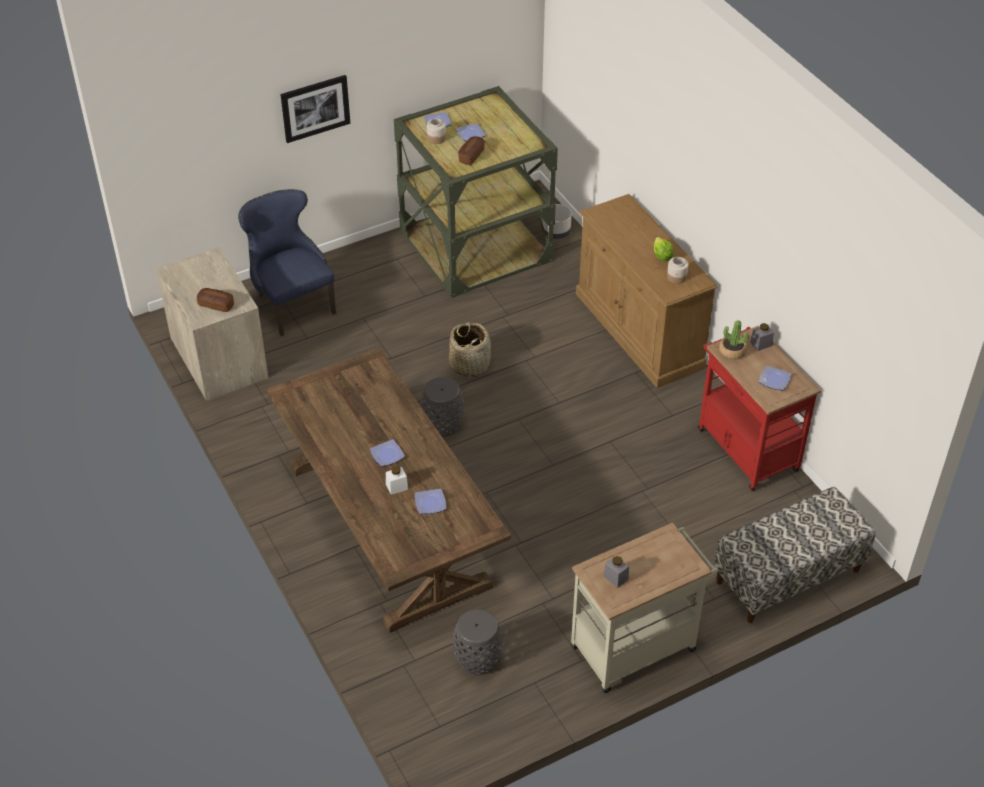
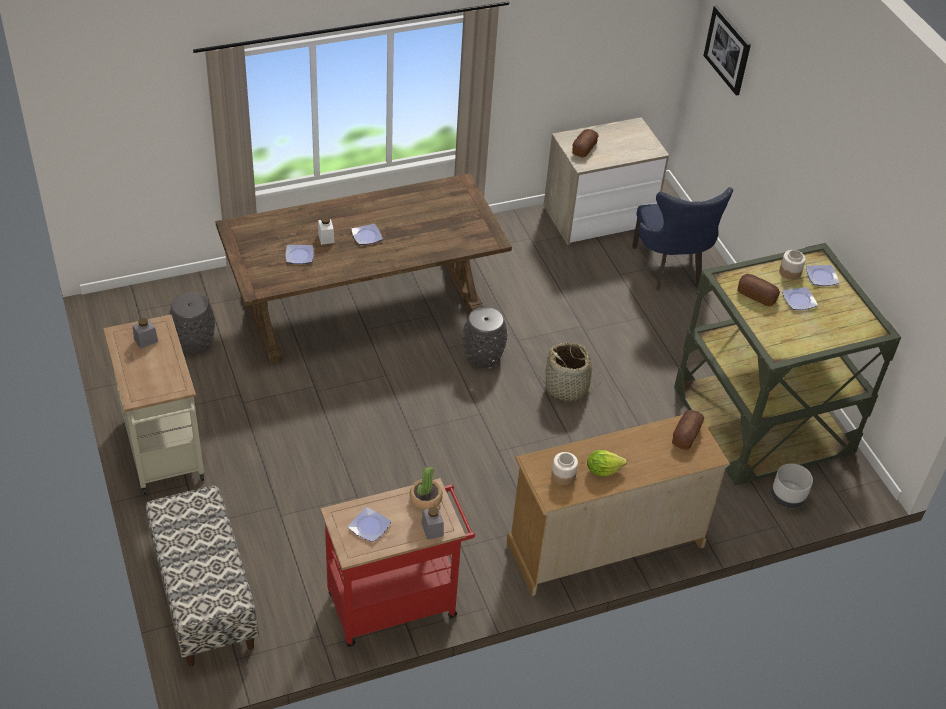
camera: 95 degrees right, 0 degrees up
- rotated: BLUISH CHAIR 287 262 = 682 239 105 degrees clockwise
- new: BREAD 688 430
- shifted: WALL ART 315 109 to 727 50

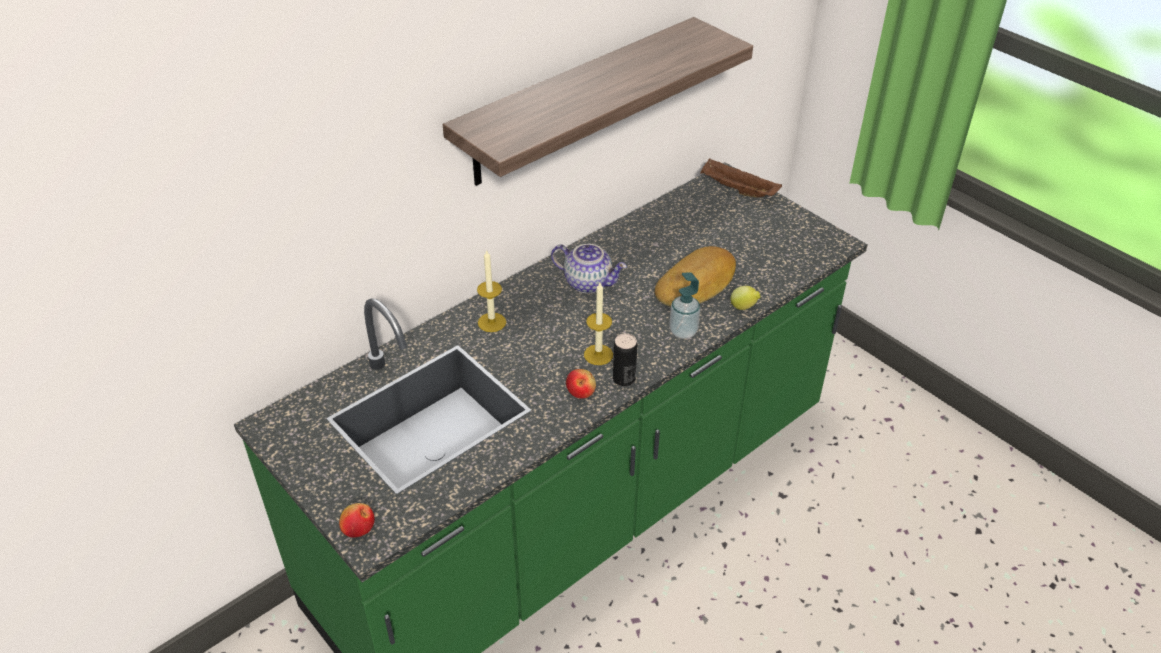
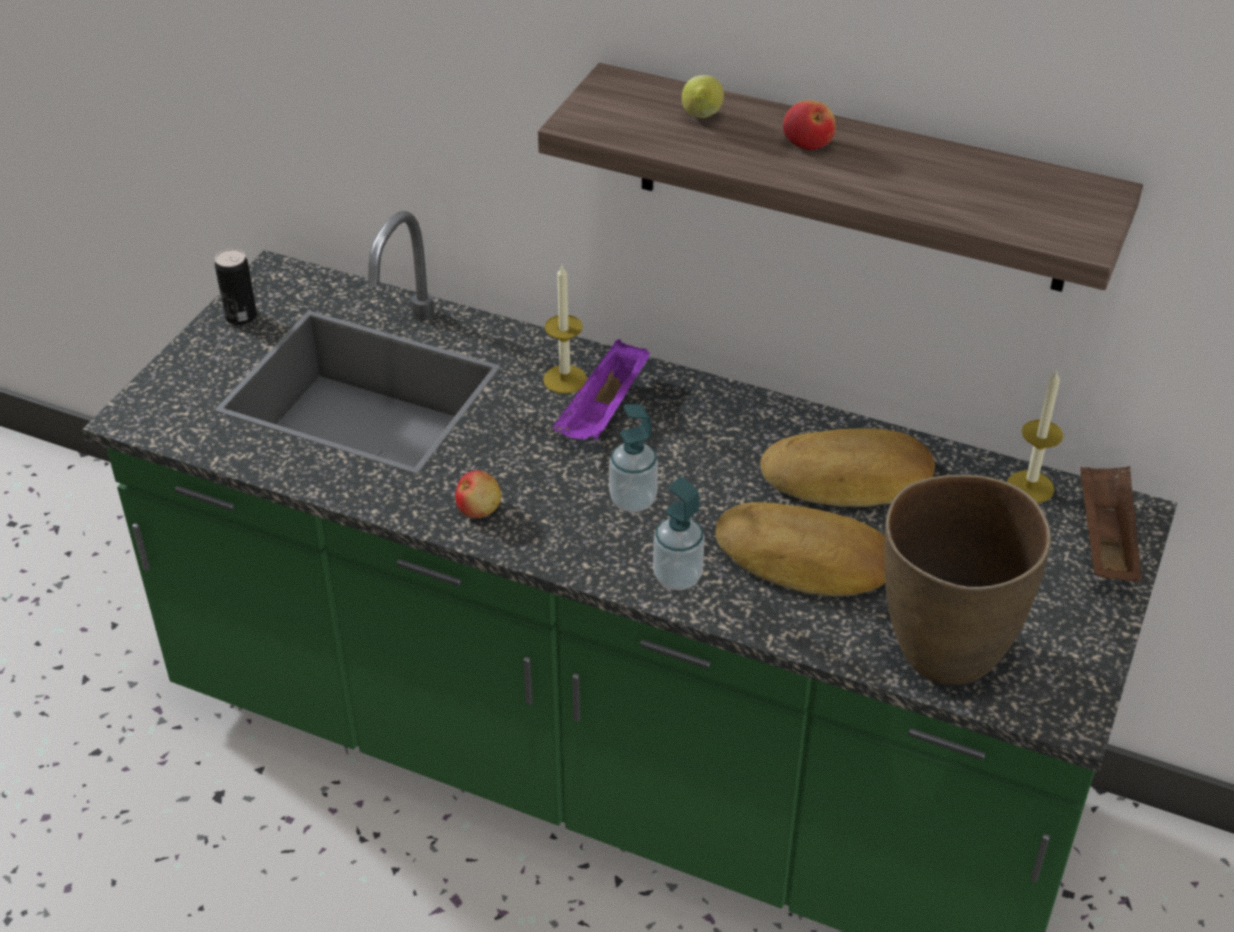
camera: 65 degrees right, 0 degrees up
- shifted: METAL CAN 625 359 to 236 287
- new: PURPLISH TRAY 601 389
- new: LIQUID SOAP BOTTLE 633 458
- shifted: WHOLE LEMON 746 298 to 703 96
- new: BREAD 847 467
- shifted: WHOLE APPLE 357 520 to 809 125
- new: BROWN-COLOURED FLOWER VASE 967 580
- shifted: CANDLE 598 324 to 1035 436
- gone: TEA POT 589 268

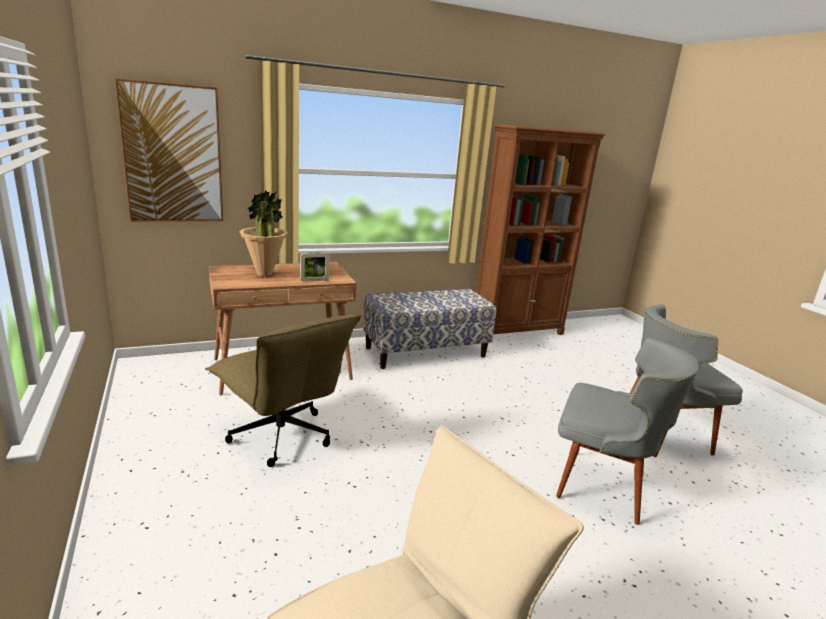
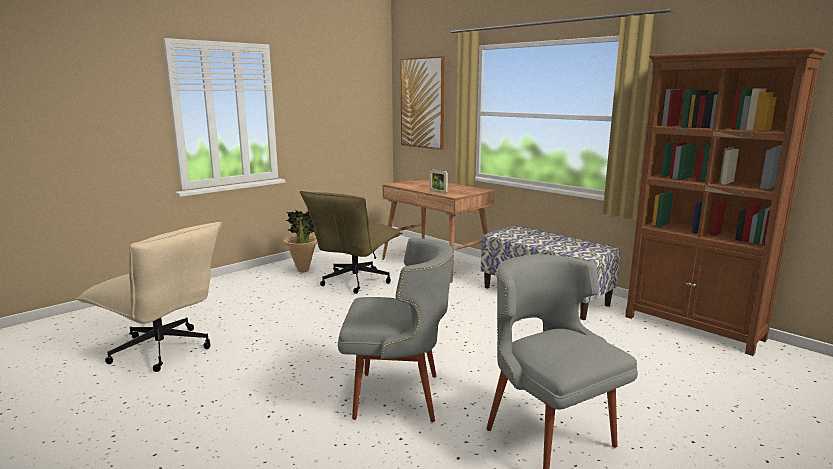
camera: 70 degrees right, 5 degrees down
- shifted: HOUSEPLANT 263 233 to 301 241
- rotated: GREYISH CHAIR 627 431 = 396 330 90 degrees counterclockwise

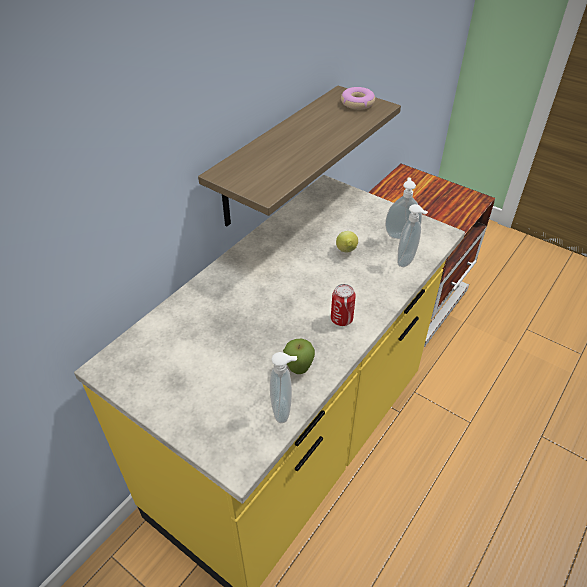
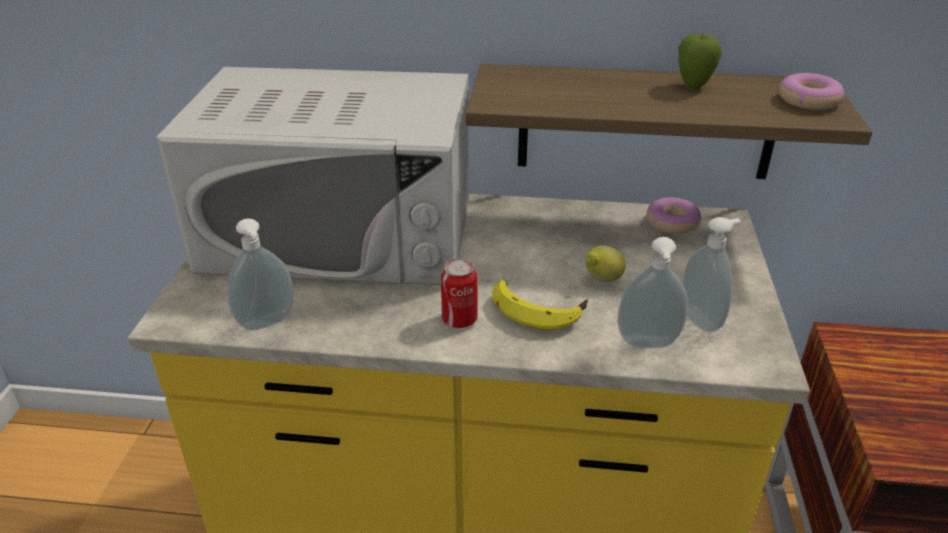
camera: 60 degrees right, 10 degrees down
- new: WHITE-COLOURED MICROWAVE 312 176
- new: BANANA 540 305
- new: DOUGHNUT 673 215
- shifted: WHOLE APPLE 299 356 to 700 61

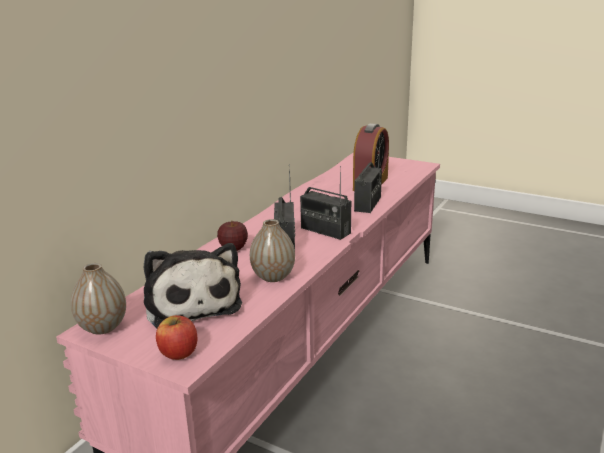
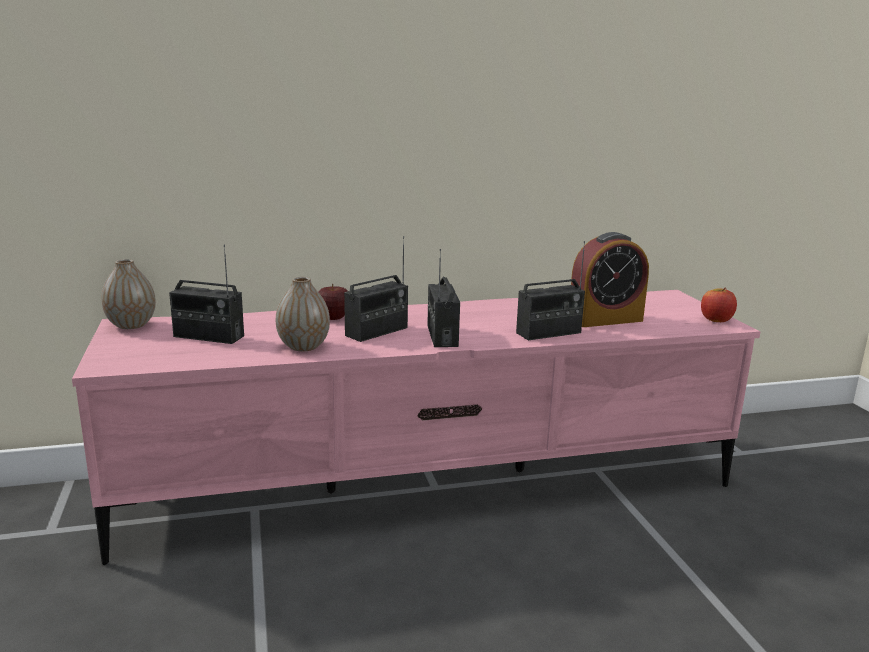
camera: 45 degrees right, 5 degrees down
- swapped: CUDDLY TOY 193 286 to RADIO RECEIVER 206 294
- shifted: WHOLE APPLE 176 337 to 719 304

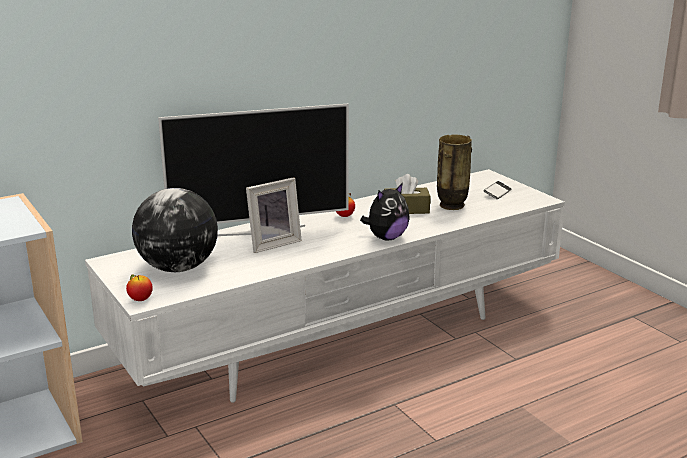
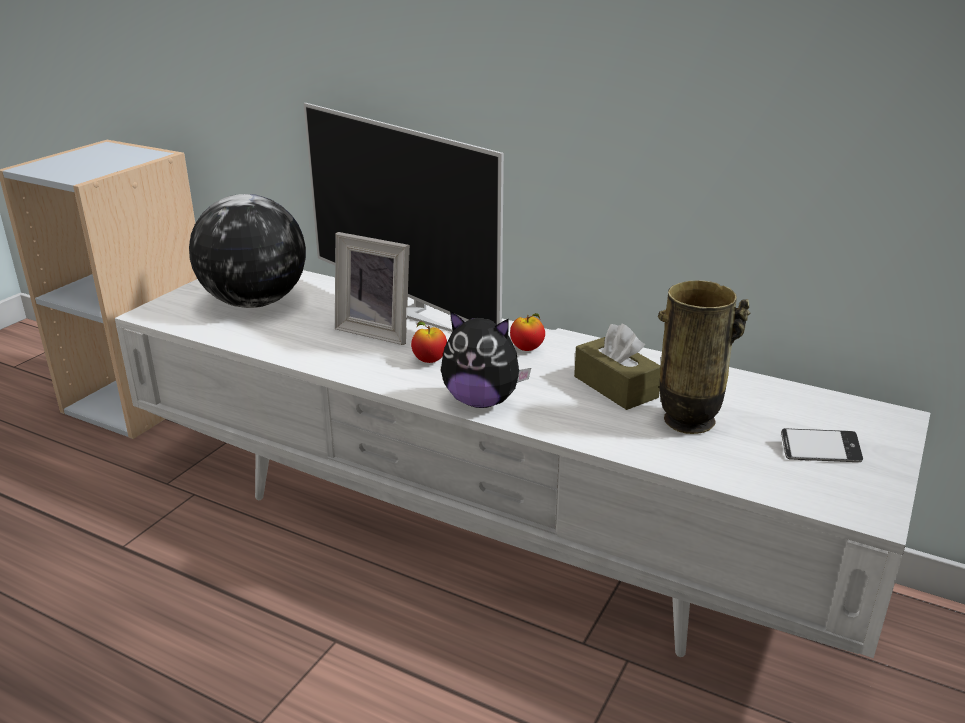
camera: 60 degrees right, 5 degrees up
- shifted: WHOLE APPLE 139 287 to 429 342

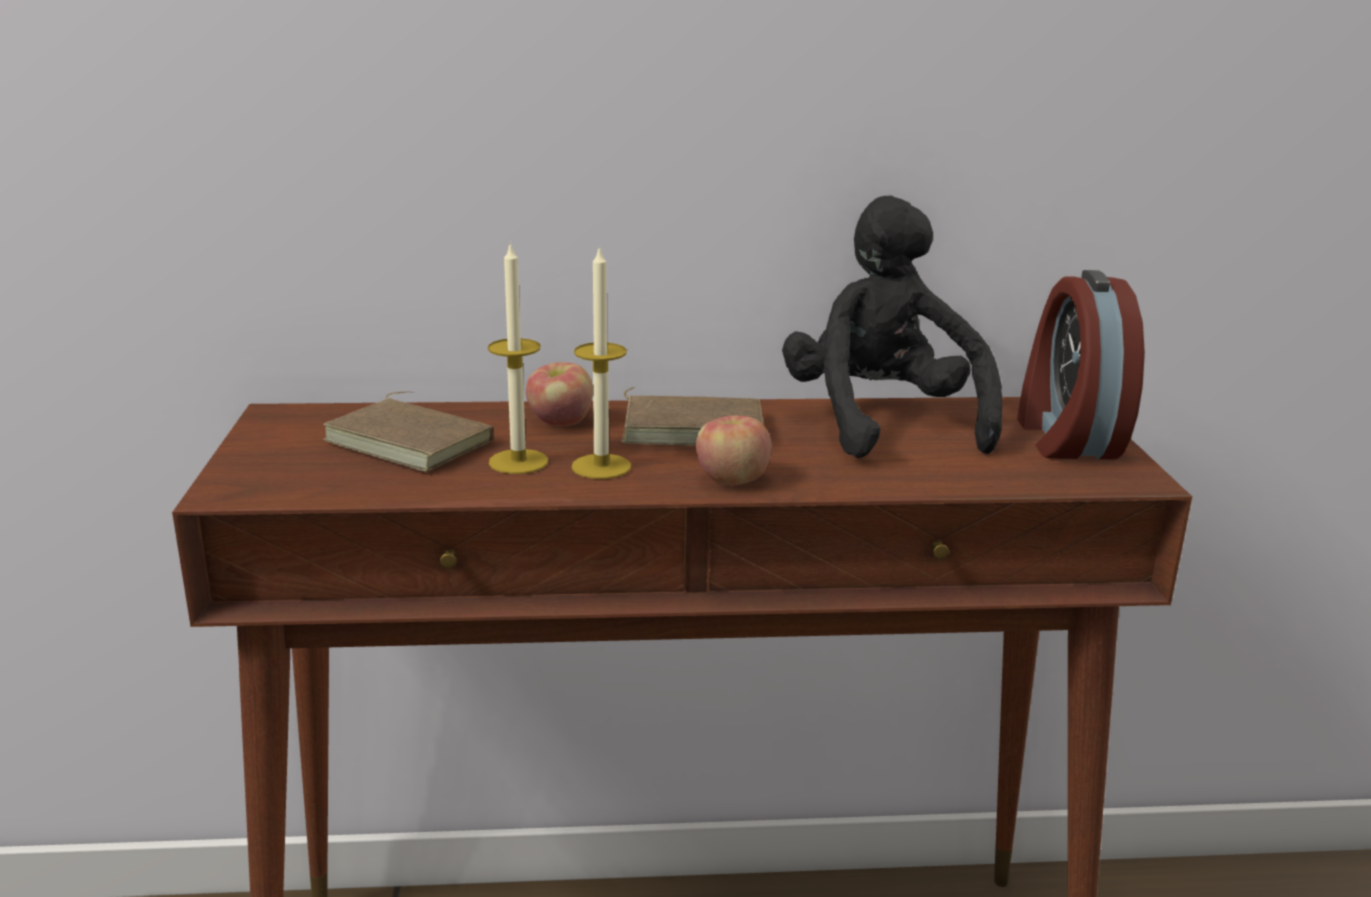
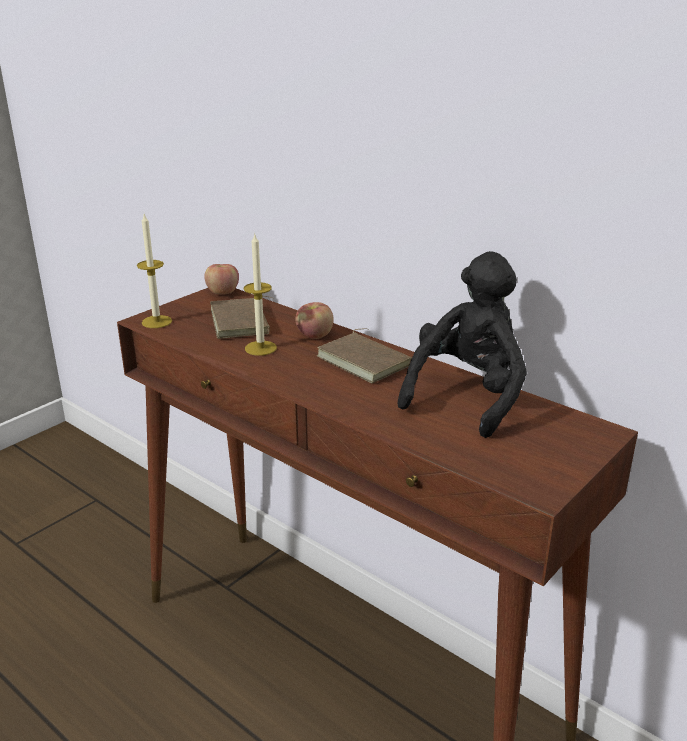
camera: 45 degrees right, 5 degrees up
- shifted: CANDLE 601 362 to 154 271
- shifted: WHOLE APPLE 734 451 to 221 279
- gone: ALARM CLOCK 1081 364

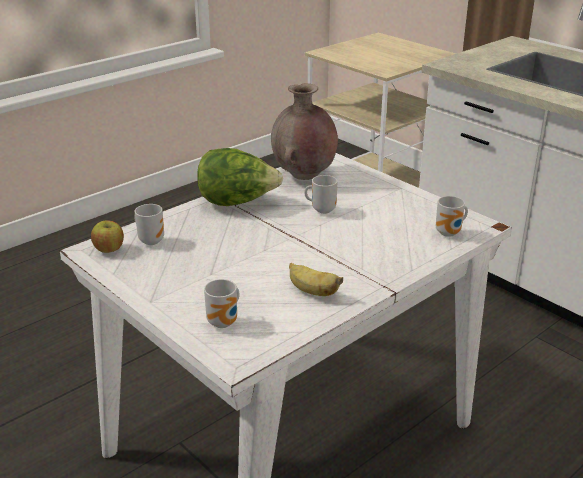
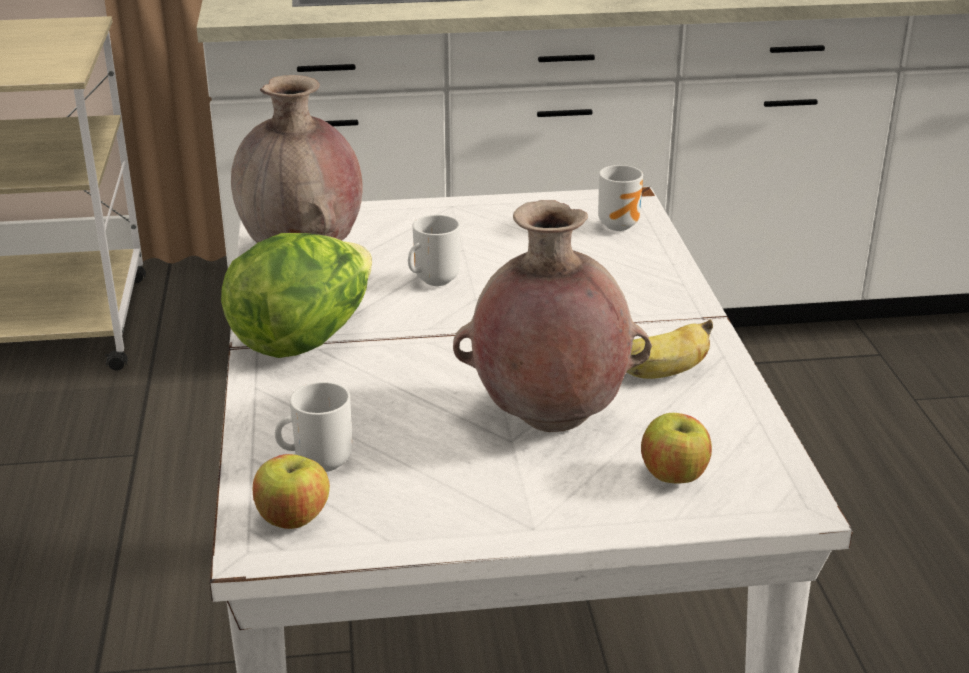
camera: 55 degrees left, 0 degrees up
- new: BROWN-COLOURED FLOWER VASE 552 316
- swapped: TEA MUG 222 303 to WHOLE APPLE 676 448

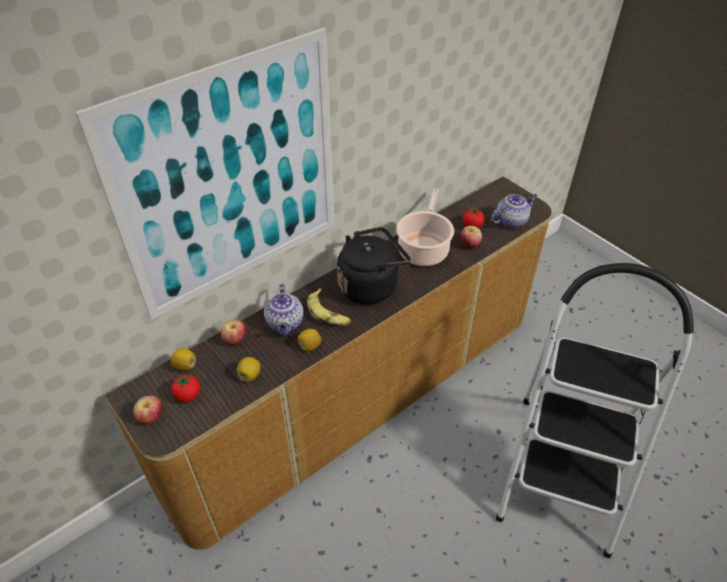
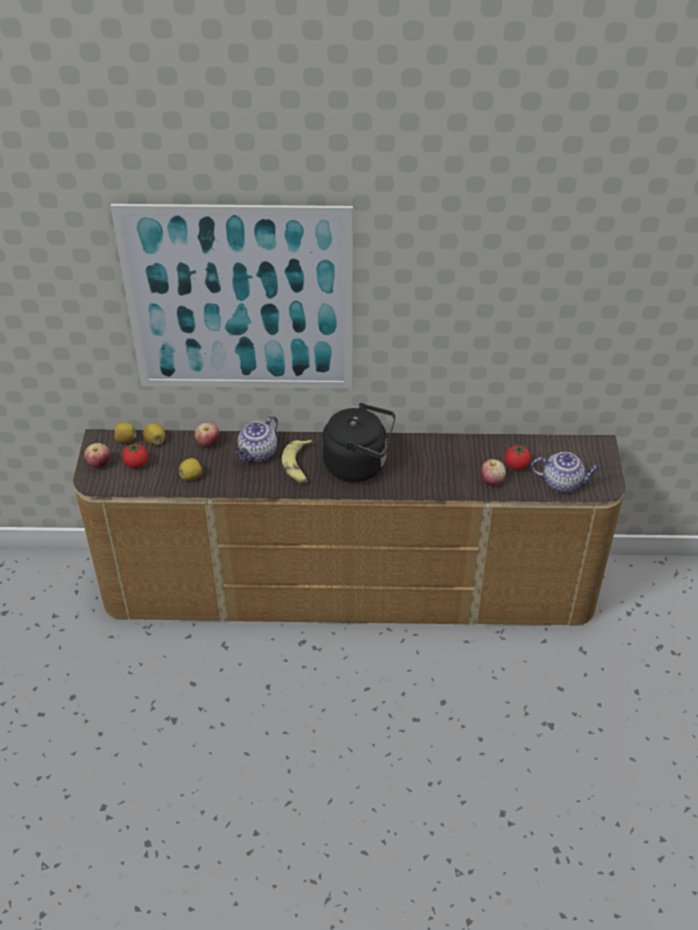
camera: 40 degrees right, 0 degrees up
- shifted: WHOLE LEMON 309 340 to 125 432
- gone: SAUCEPOT 425 227
- gone: STEP LADDER 595 410

